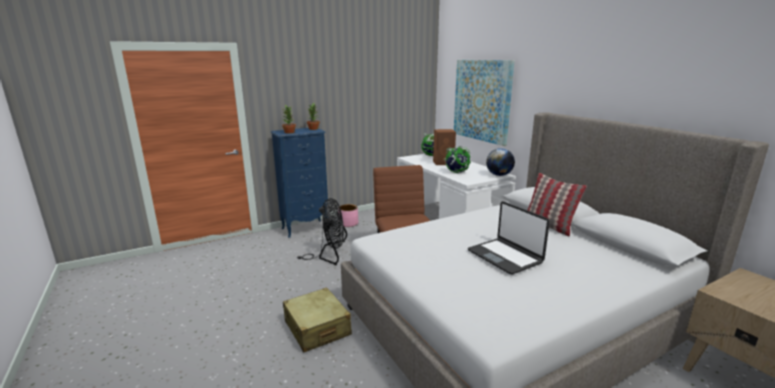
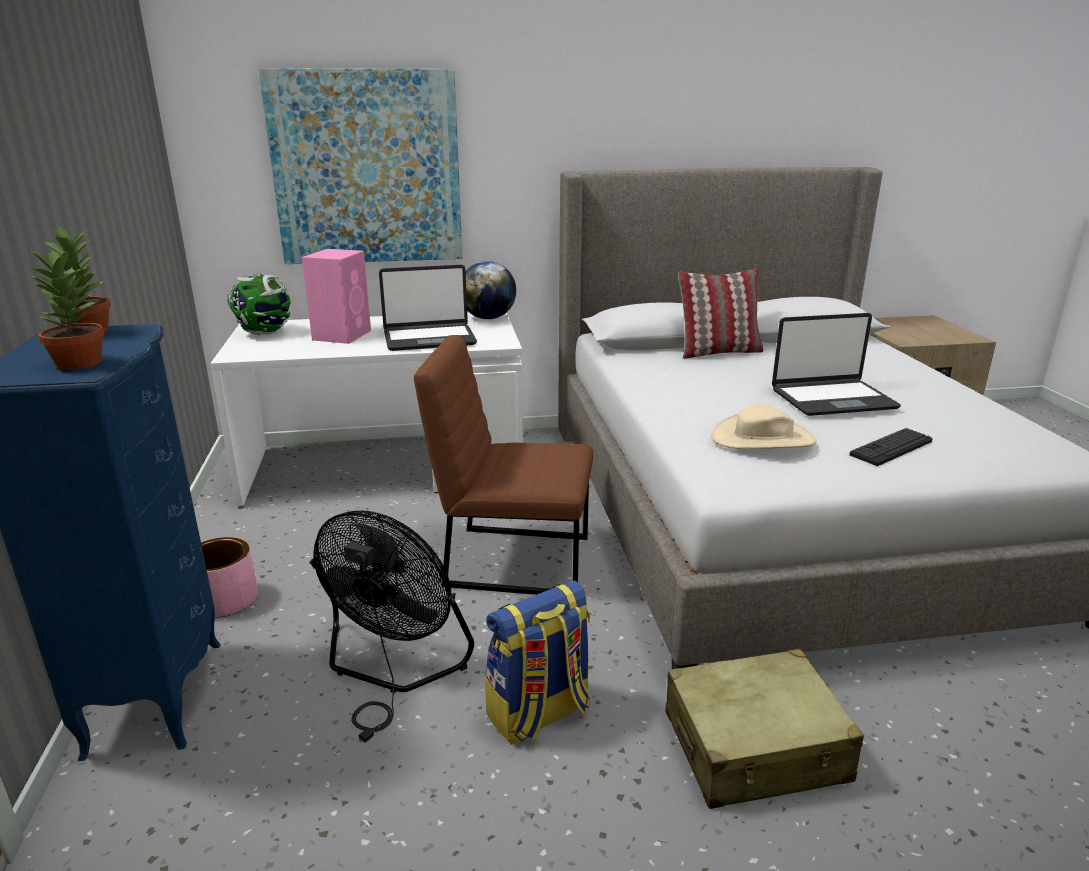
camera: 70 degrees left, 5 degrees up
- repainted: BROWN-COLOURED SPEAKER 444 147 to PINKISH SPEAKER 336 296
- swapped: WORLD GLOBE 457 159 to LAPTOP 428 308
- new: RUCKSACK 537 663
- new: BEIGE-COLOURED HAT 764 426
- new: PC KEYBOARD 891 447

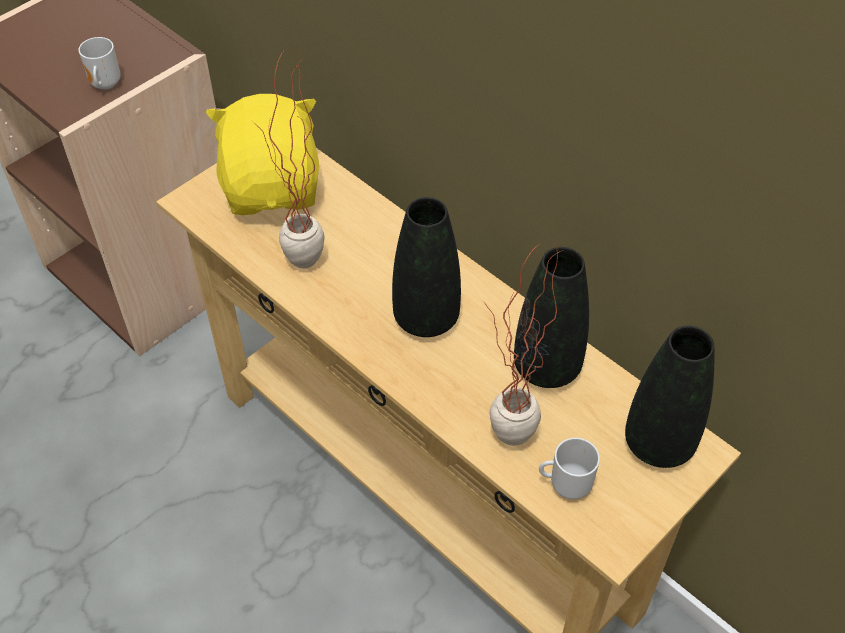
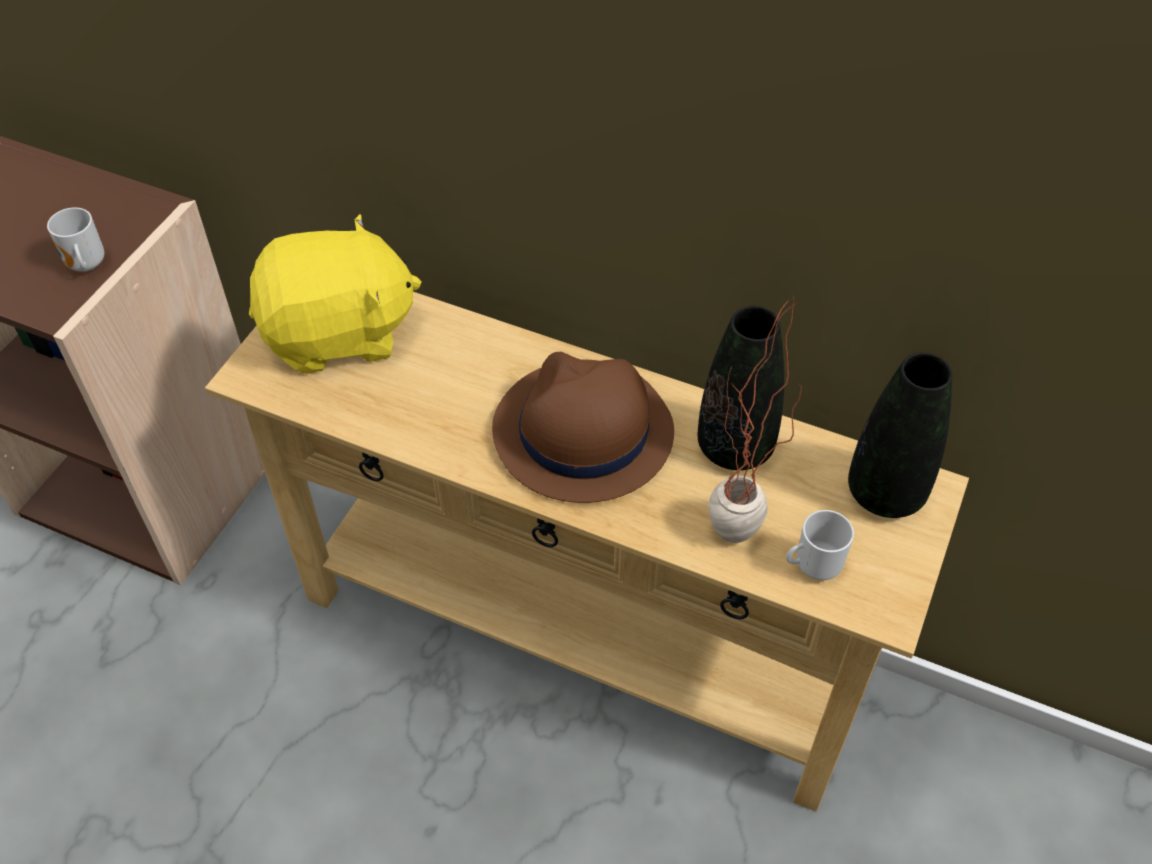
camera: 20 degrees left, 0 degrees up
- rotated: YELLOWISH CUDDLY TOY 262 154 = 335 294 105 degrees clockwise
- swapped: BLACK-COLOURED FLOWER VASE 426 267 to BROWN-COLOURED HAT 583 427
- gone: HOUSEPLANT 287 160

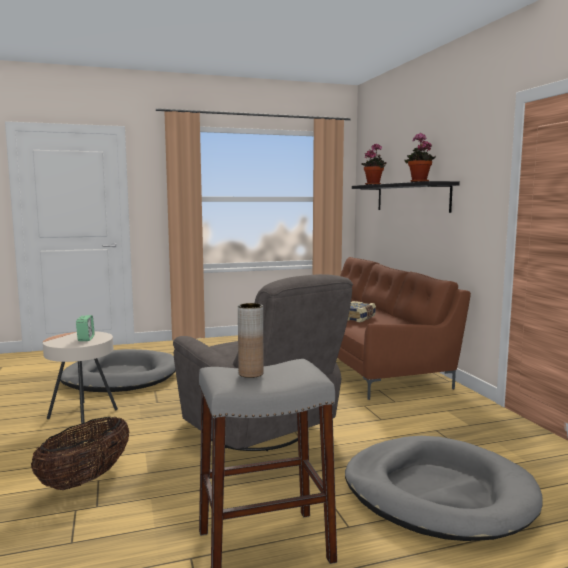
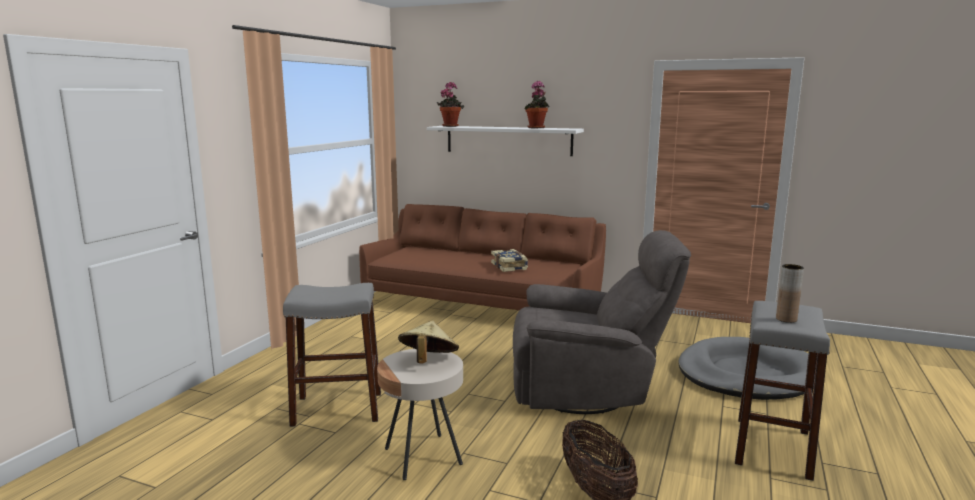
camera: 50 degrees left, 5 degrees up
- swapped: GREYISH DOG BED 118 370 to GREYISH STOOL SEAT 332 355
- swapped: ALARM CLOCK 85 328 to BEIGE-COLOURED HAT 428 342
- repainted: BLACK-COLOURED WALL SHELF 406 197 to WHITE-COLOURED WALL SHELF 505 141

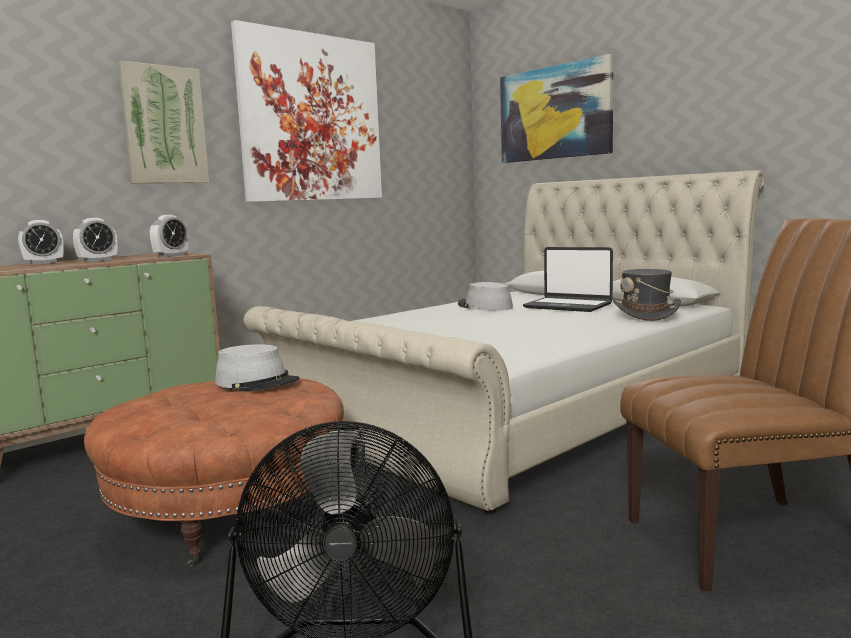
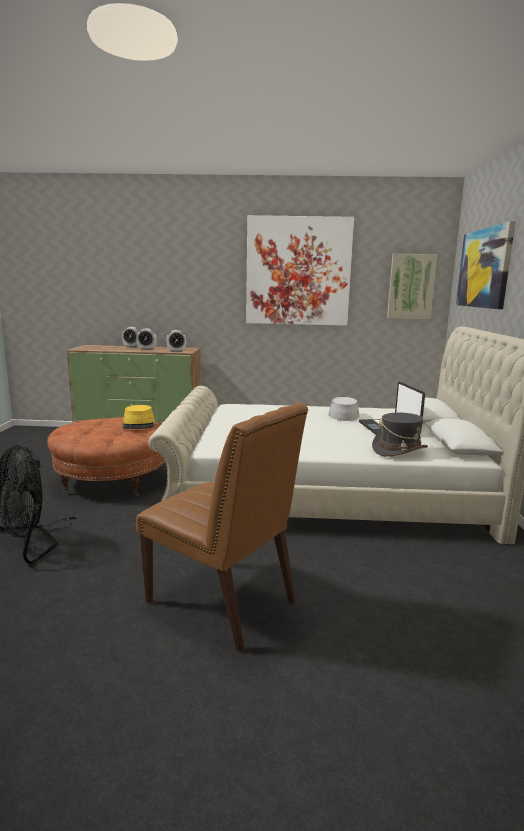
camera: 45 degrees right, 5 degrees up
- repainted: GREYISH HAT 257 368 to YELLOWISH HAT 138 417
- shifted: WALL ART 163 122 to 412 286

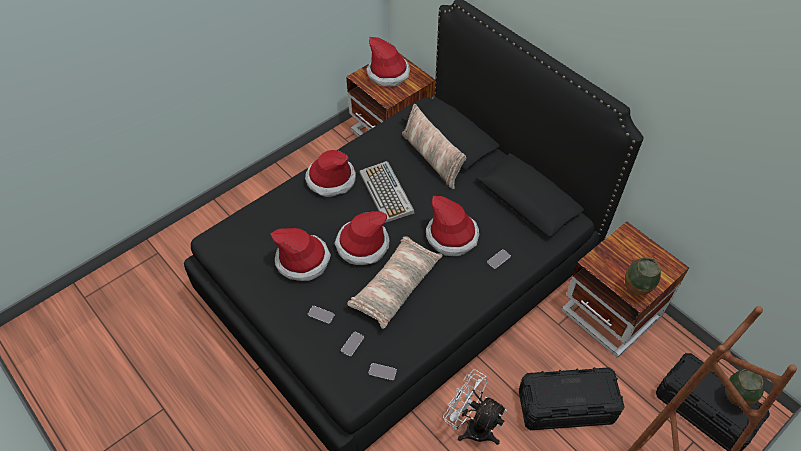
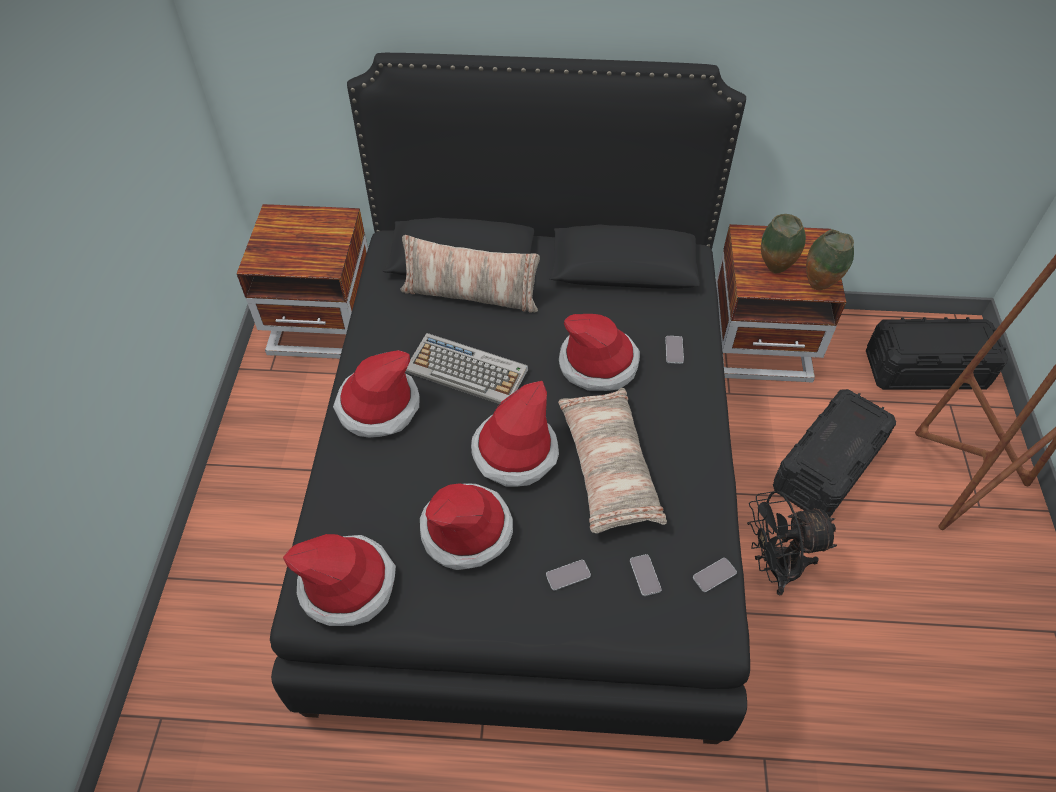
camera: 45 degrees left, 0 degrees up
- shifted: HAT 388 62 to 339 580
- repainted: WHITE-COLOURED COOLING FAN 475 407 to BLACK-COLOURED COOLING FAN 792 543
- shifted: FLOWER VASE 745 387 to 783 244

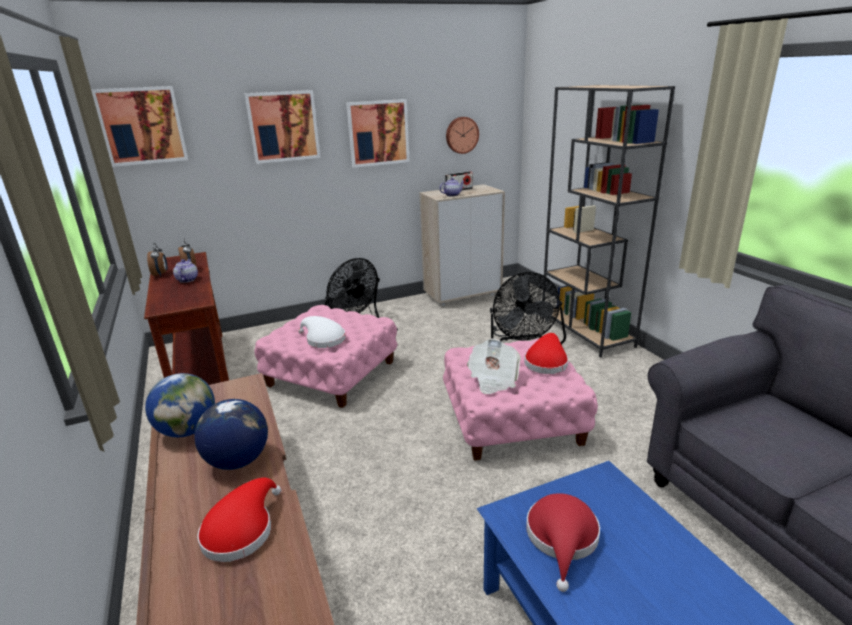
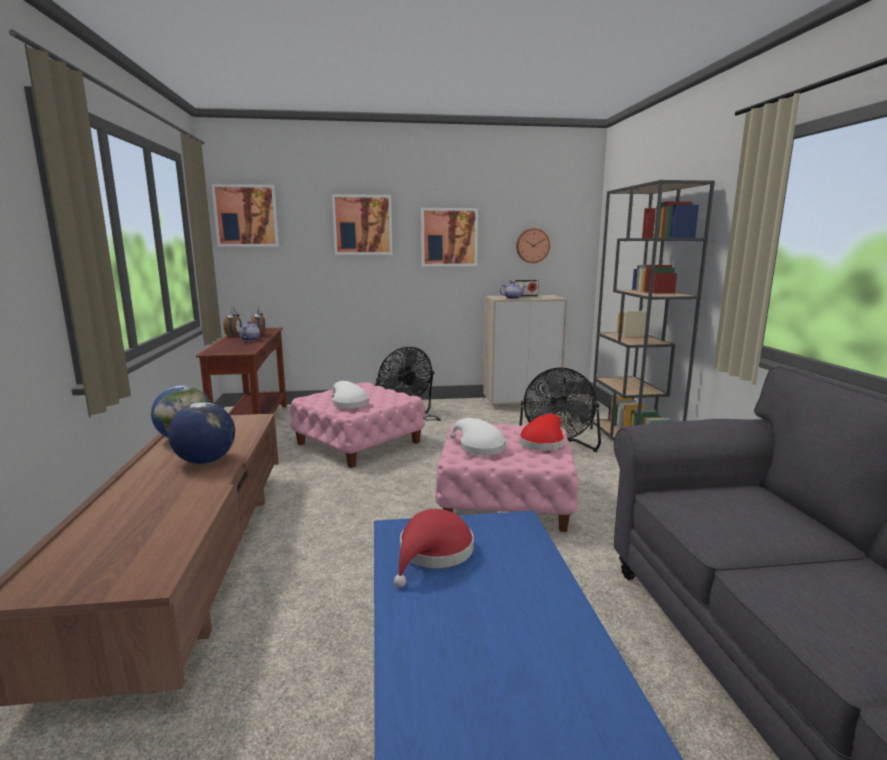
camera: 15 degrees right, 10 degrees down
- swapped: NEWSPAPER 494 366 to WHITE-COLOURED HAT 478 436
- gone: REDDISH HAT 239 520

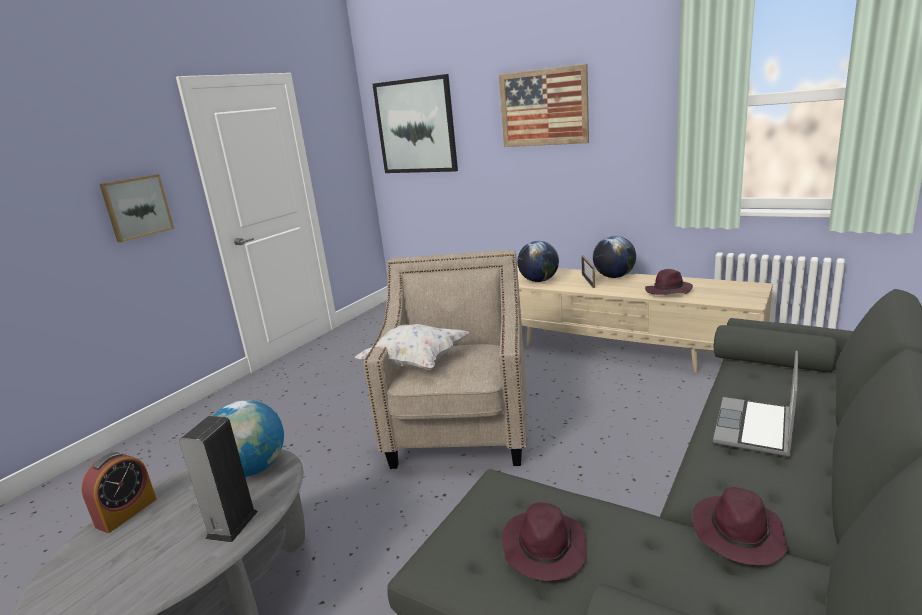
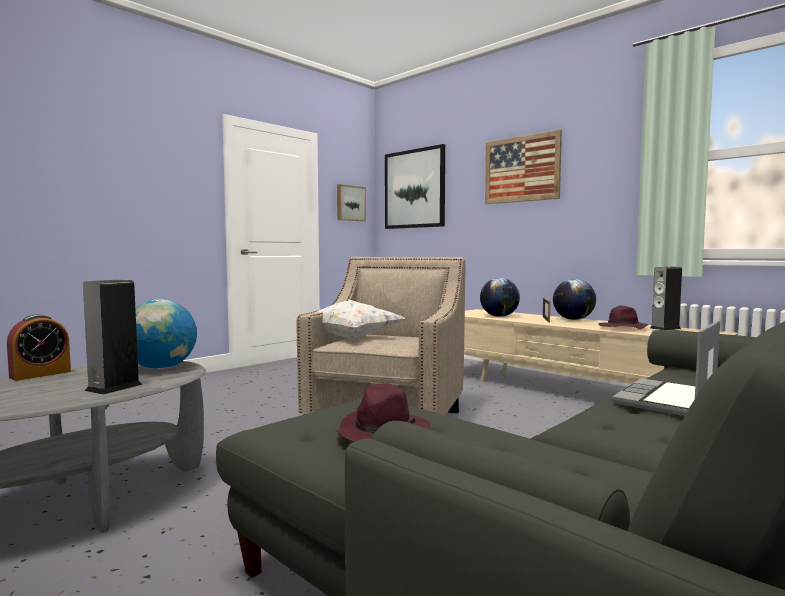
camera: 10 degrees right, 15 degrees down
- shifted: WALL ART 136 208 to 351 203
- new: SPEAKER 666 298
- gone: PURPLISH HAT 739 526

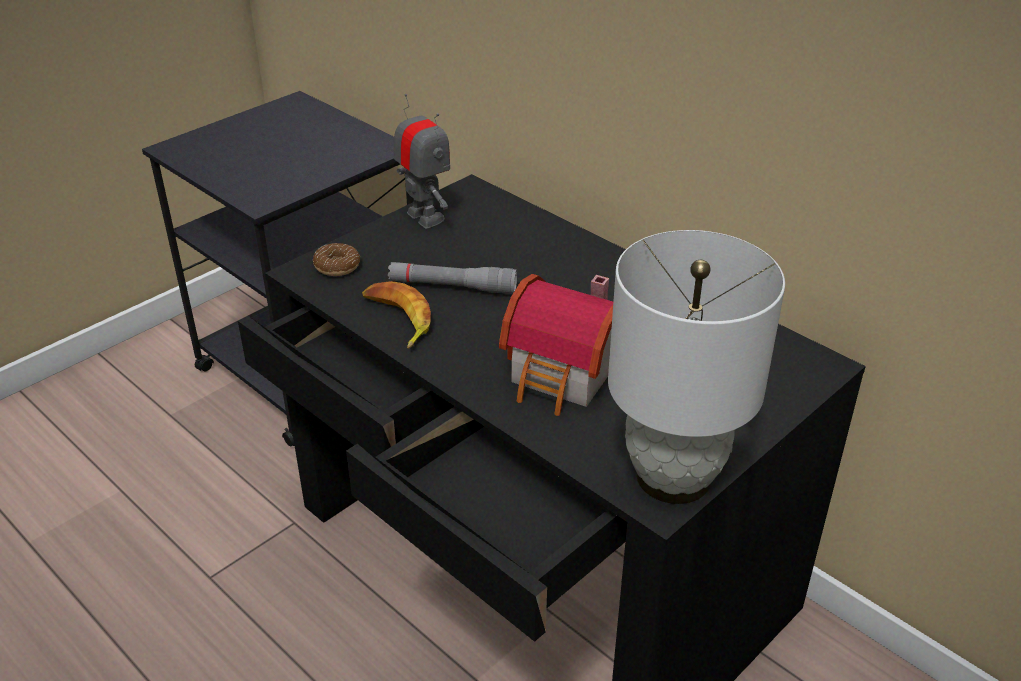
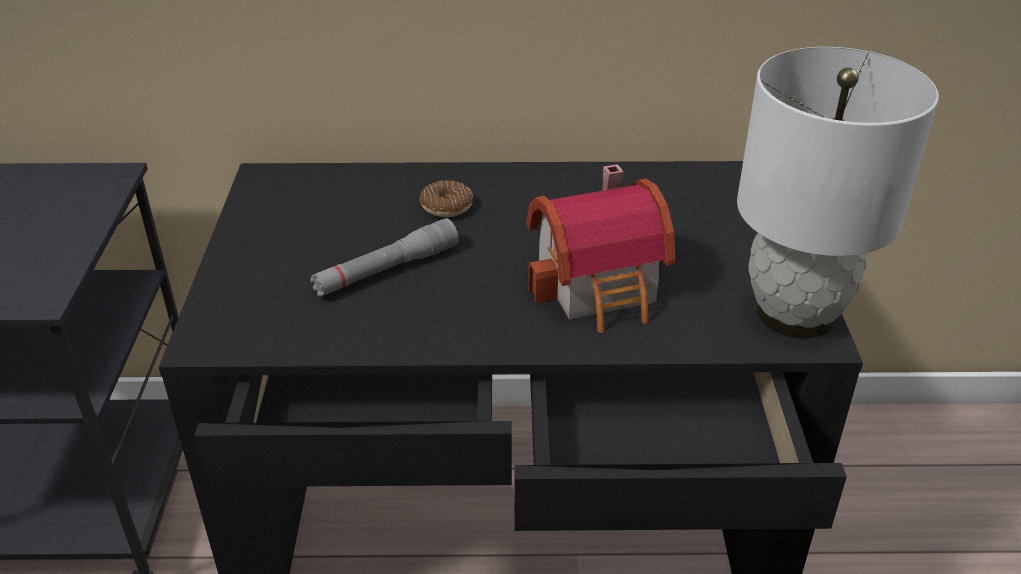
camera: 45 degrees left, 0 degrees up
- shifted: DOUGHNUT 336 259 to 446 198
- gone: BANANA 396 315
- gone: TOY ROBOT 422 161

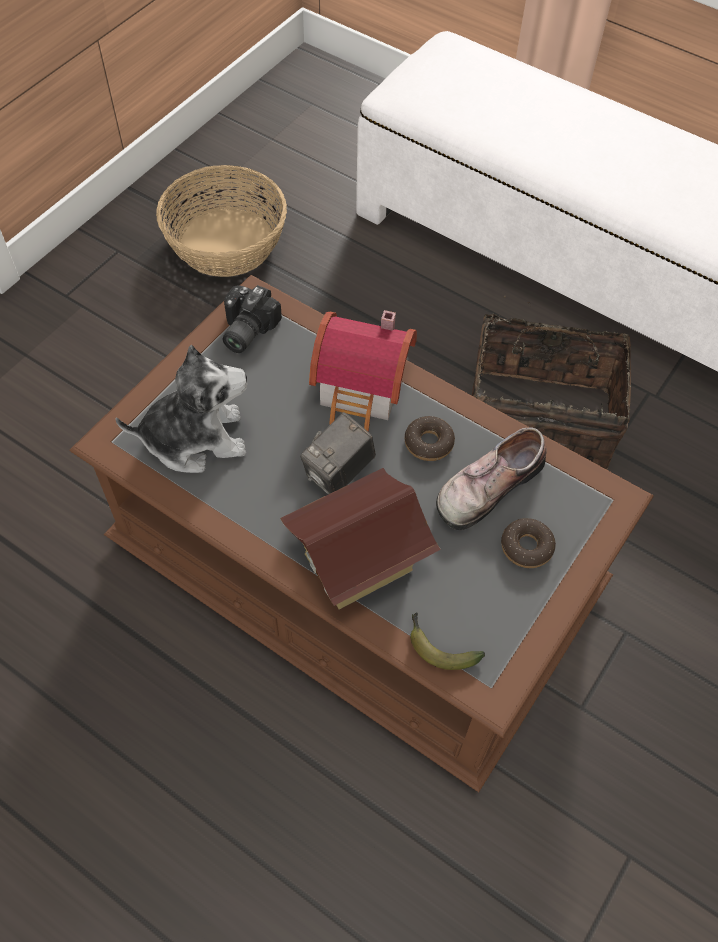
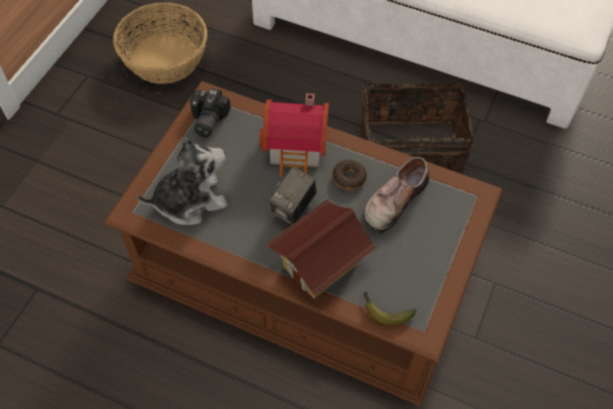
camera: 10 degrees left, 0 degrees up
- gone: DOUGHNUT 528 543

